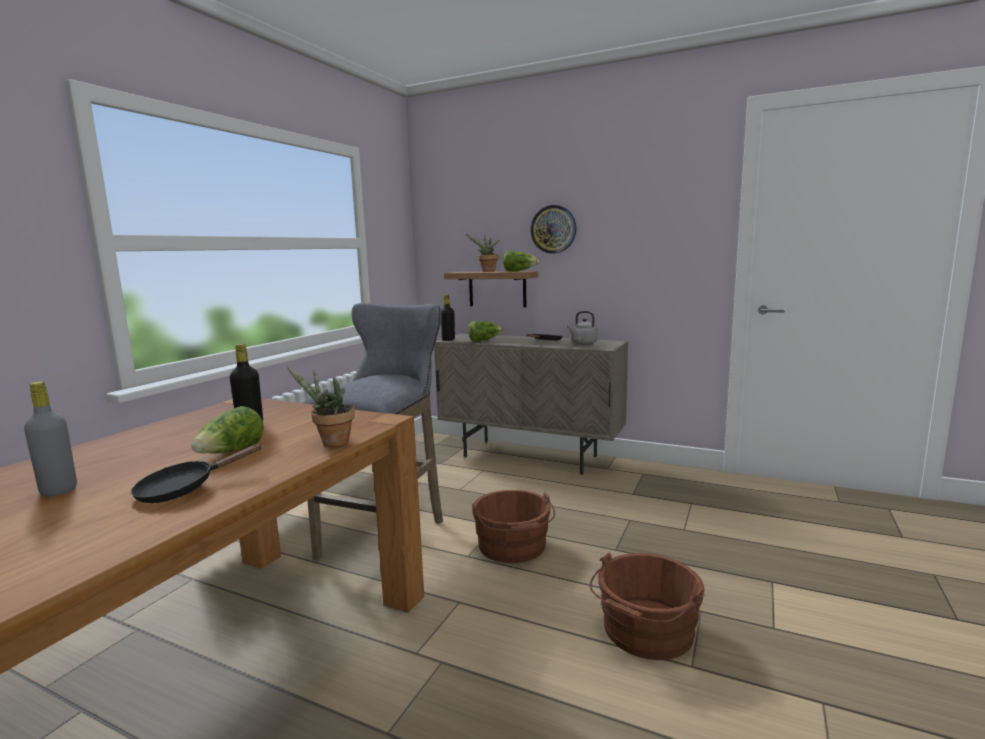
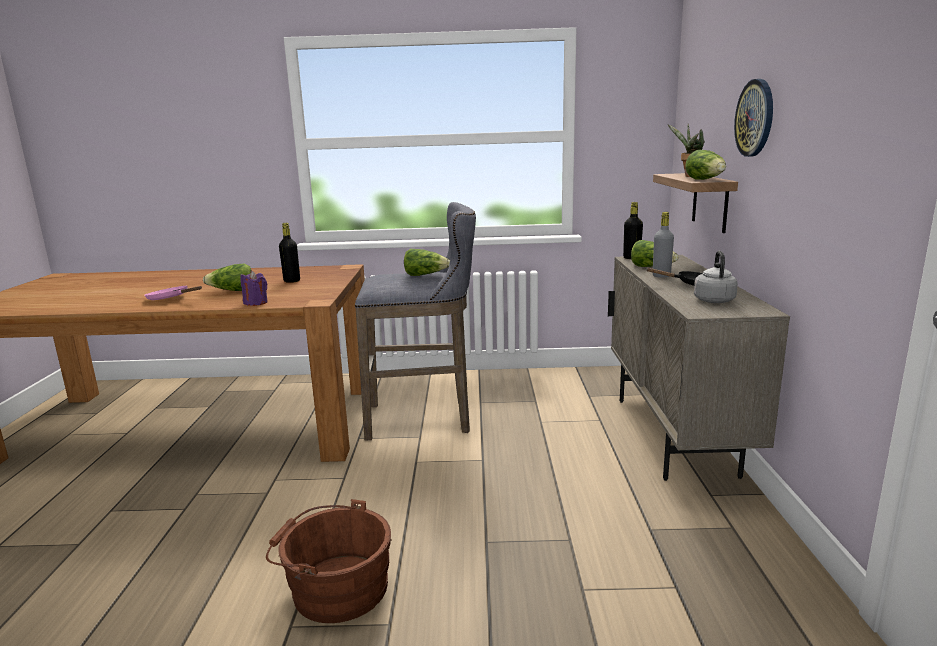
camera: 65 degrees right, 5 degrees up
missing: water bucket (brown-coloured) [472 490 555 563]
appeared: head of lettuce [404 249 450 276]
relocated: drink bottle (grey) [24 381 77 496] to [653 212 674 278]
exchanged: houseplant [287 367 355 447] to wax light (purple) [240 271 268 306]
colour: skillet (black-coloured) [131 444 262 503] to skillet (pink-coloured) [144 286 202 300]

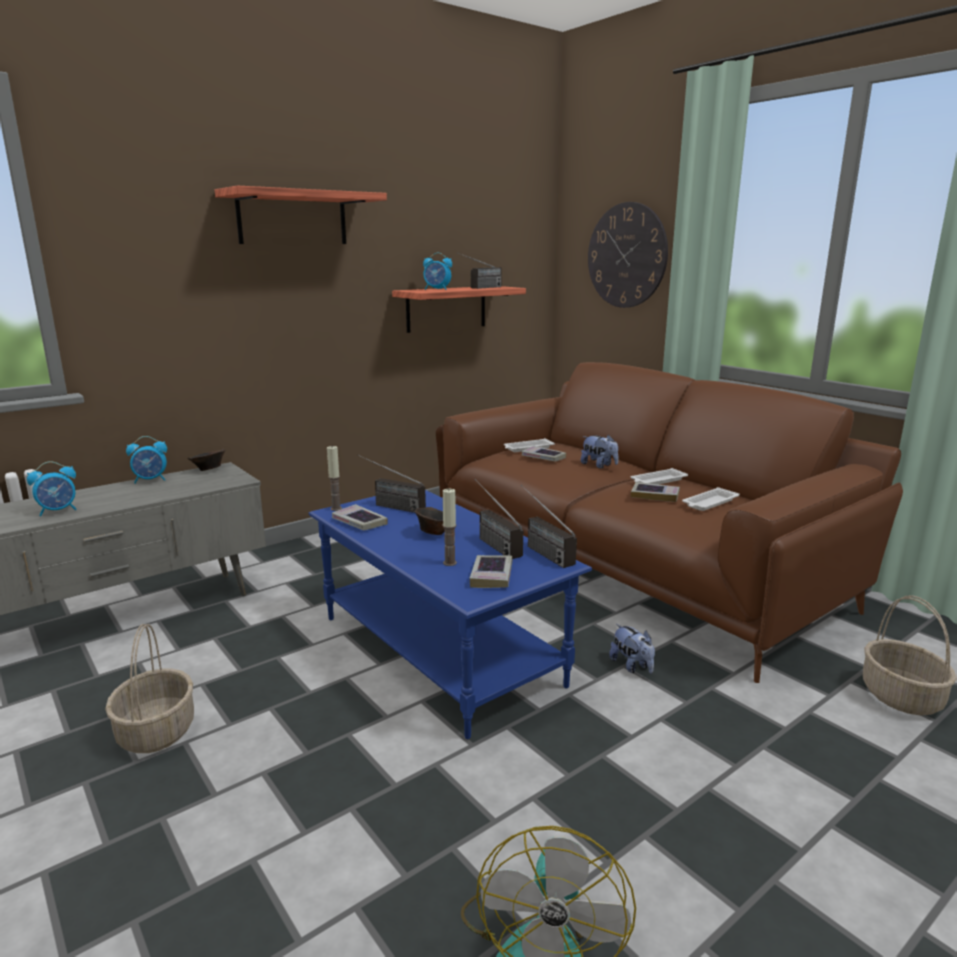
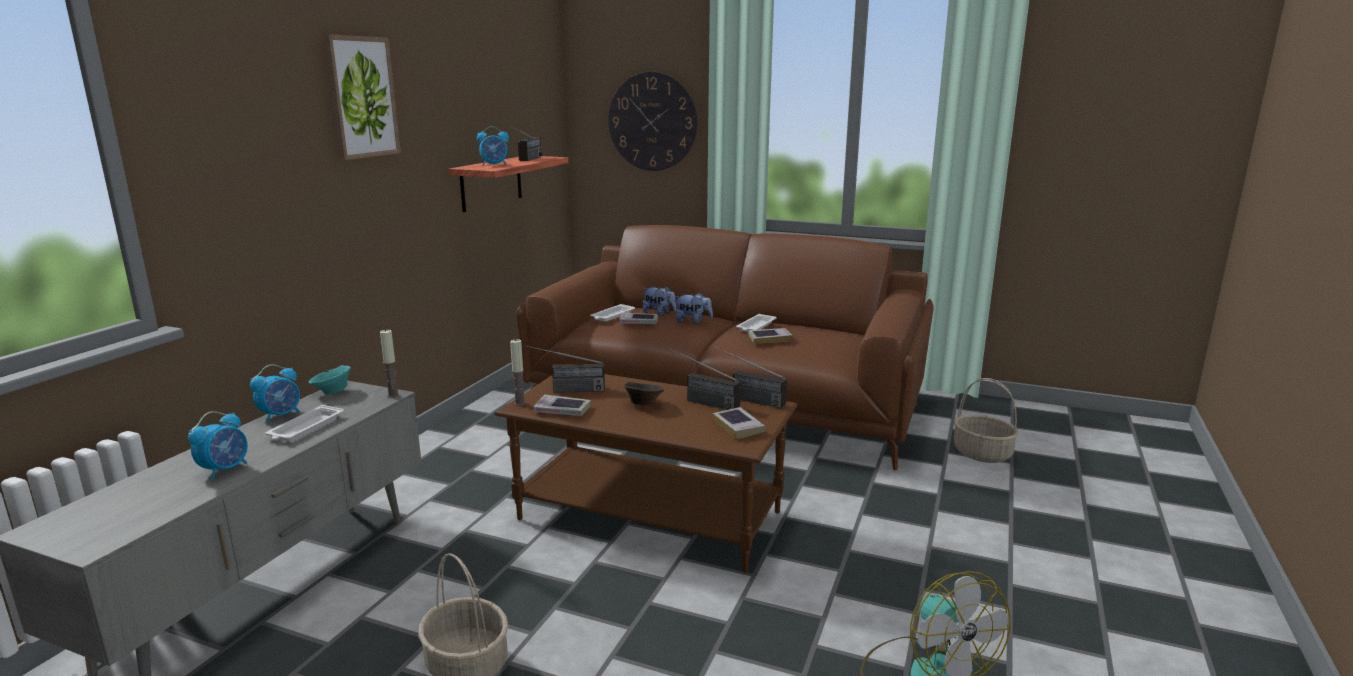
camera: 30 degrees left, 0 degrees up
relocated: wax light [442 488 457 566] to [380 329 400 398]; soft toy [609 624 655 674] to [643 286 676 316]; tray (whitish) [682 487 739 511] to [265 405 344 441]
exchanged: shelf [215 185 387 244] to picture [323 34 401 160]
colour: deep dish (brown-coloured) [187 449 225 471] to deep dish (turquoise-coloured) [309 365 351 395]; low table (bluish) [309 490 592 739] to low table (brown-coloured) [495 374 797 573]

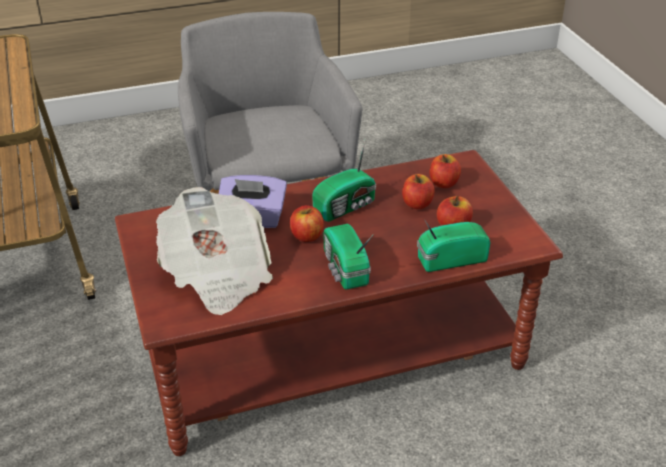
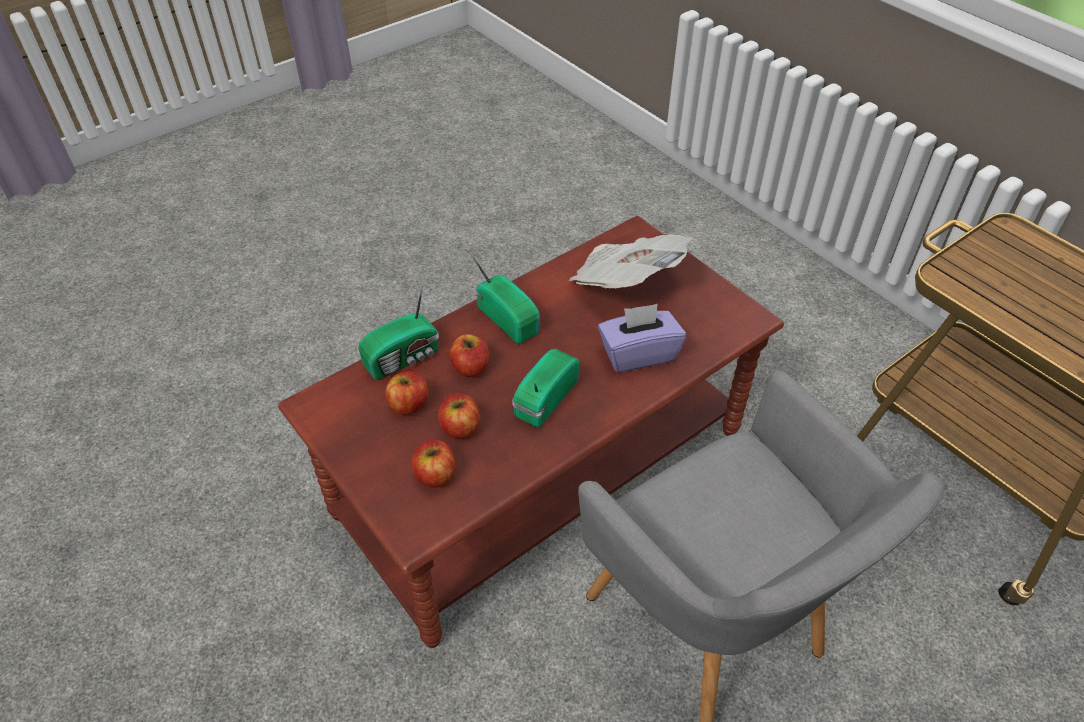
camera: 160 degrees right, 10 degrees up
relocated: apple fruit [290 205 324 242] to [450 334 489 377]

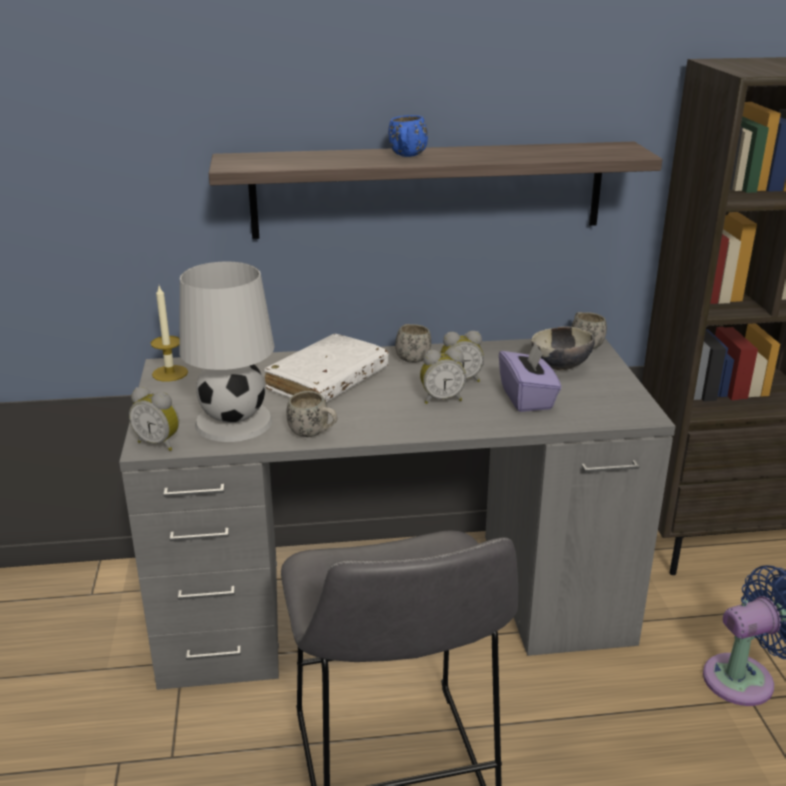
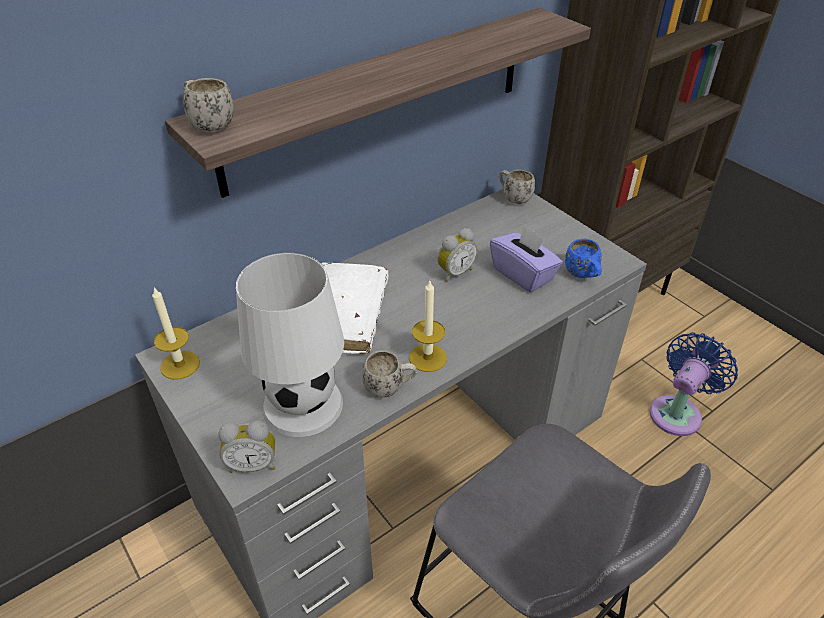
camera: 30 degrees left, 15 degrees up
missing: bedside clock [420 348 466 404]; deep dish [531 326 595 370]
appeared: wax light [409 281 447 372]
relocated: tea mug (bluish) [388 115 428 157] to [565 239 602 278]; tea mug (whitish) [395 324 431 363] to [183 78 234 132]

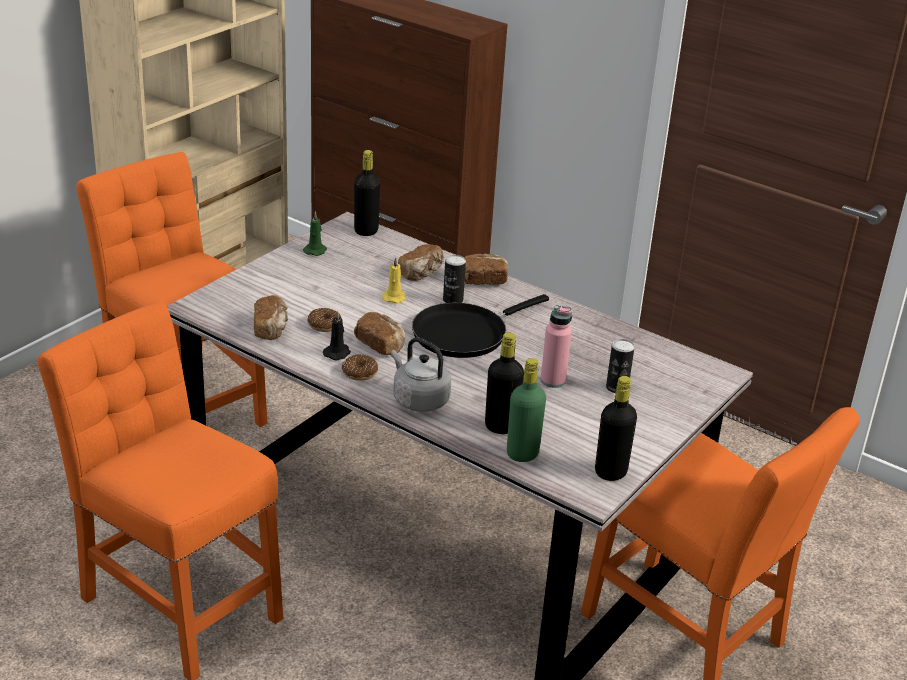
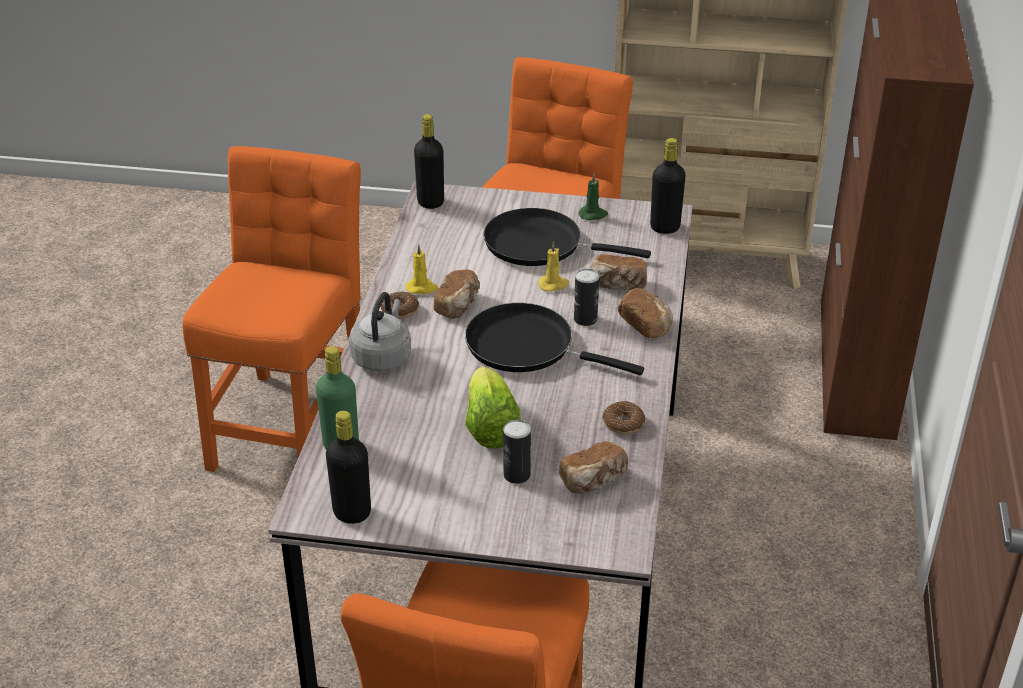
camera: 65 degrees right, 5 degrees up
appeared: skillet (black-coloured) [483 208 651 266]
relocated: baked bread [254 295 288 340] to [559 441 628 494]; doughnut [307 308 341 332] to [602 401 646 434]; drink bottle (black-coloured) [485 333 524 434] to [414 114 444 209]
exchanged: drink bottle (pink-coloured) [540 305 572 388] to head of lettuce [465 367 520 449]
colour: wax light (black-coloured) [323 311 351 360] to wax light (yellow-coloured) [406 245 438 294]

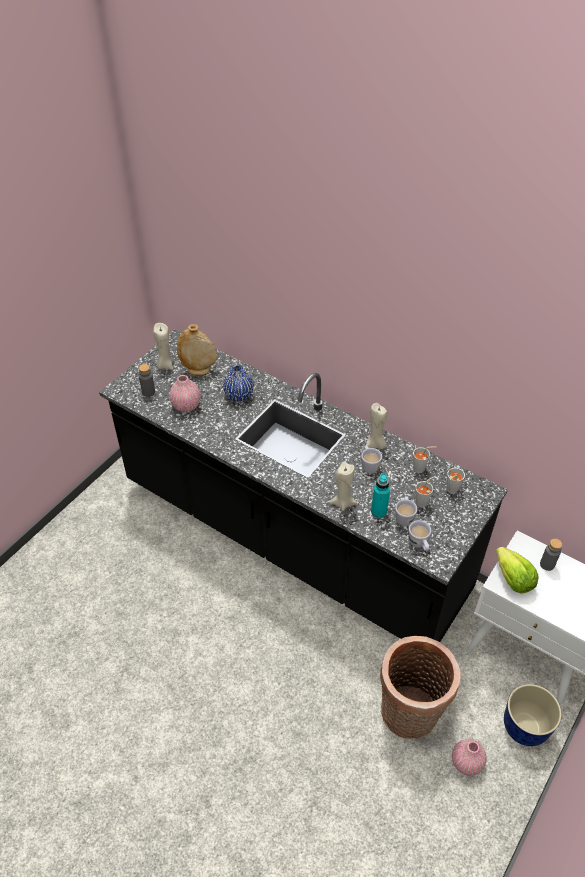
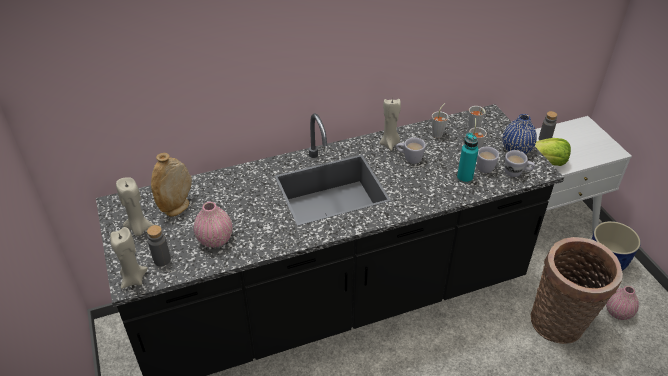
camera: 55 degrees left, 5 degrees down
relocated: vase (bluish) [223 365 254 402] to [503 114 537 154]; wax light (beige-coloured) [329 462 358 511] to [110 227 148 289]

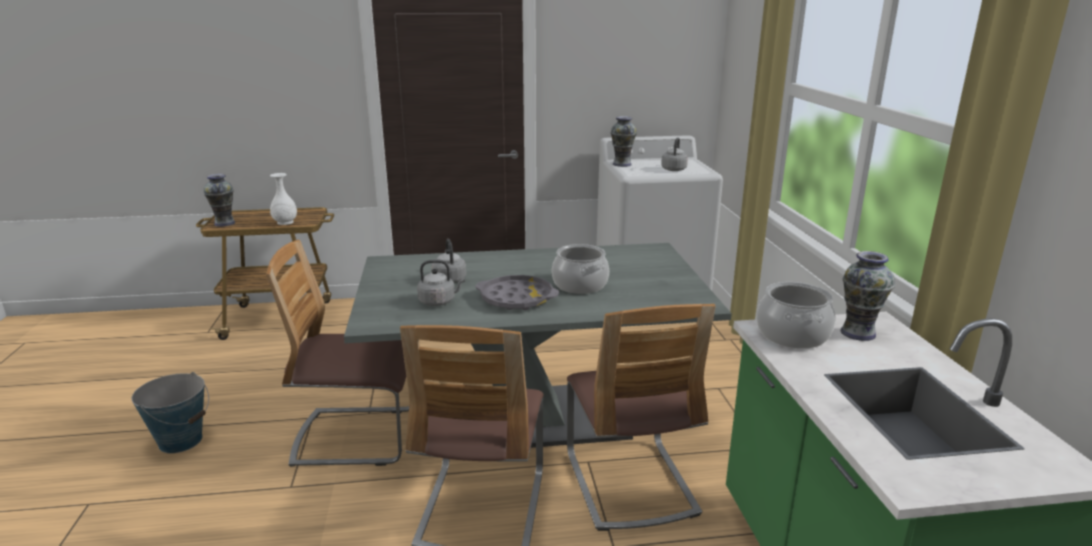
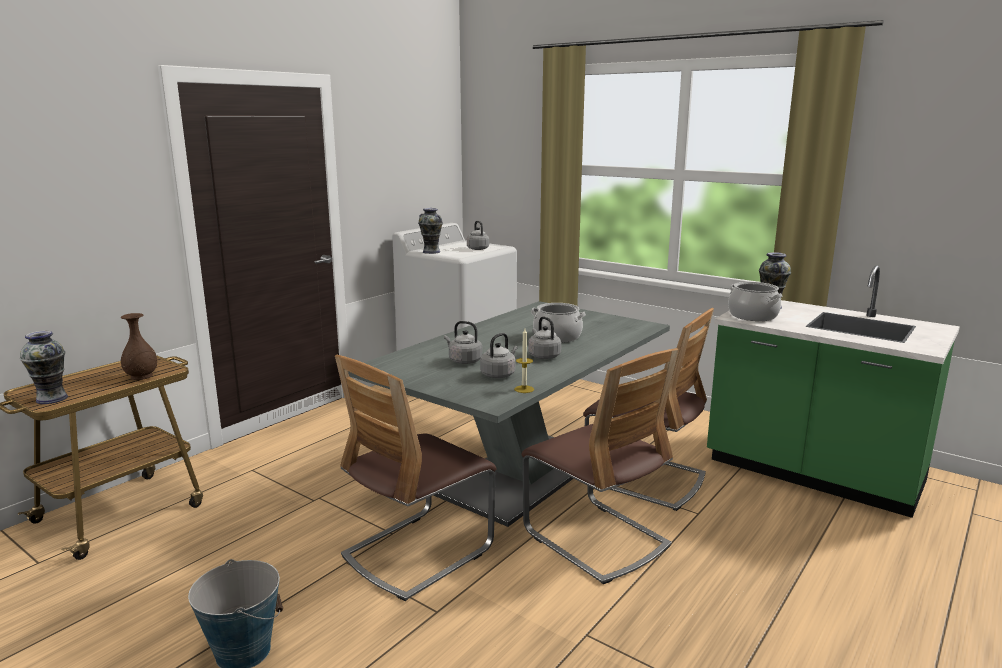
camera: 45 degrees left, 5 degrees down
appeared: wax light [514 329 534 393]
exchanged: tray (grey) [476 275 559 310] to tea kettle (grey) [528 316 561 359]
colour: vase (whitish) [270 173 297 225] to vase (brown-coloured) [121 313 157 380]

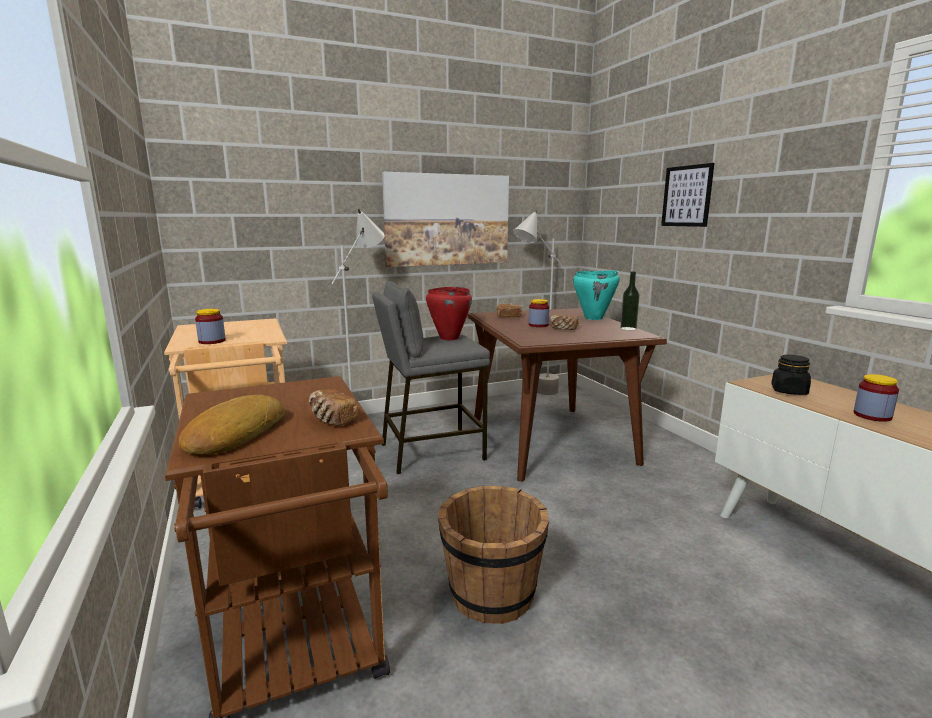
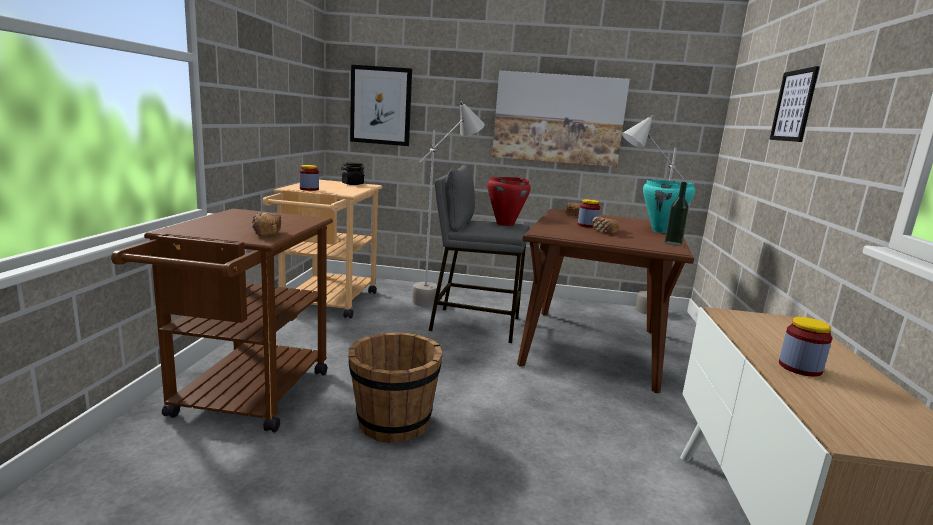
camera: 30 degrees right, 0 degrees up
missing: baked bread [179 395 285 454]
appeared: picture [350 65 412 146]
relocated: storage jar (black-coloured) [771 355 811 395] to [341 162 364 185]

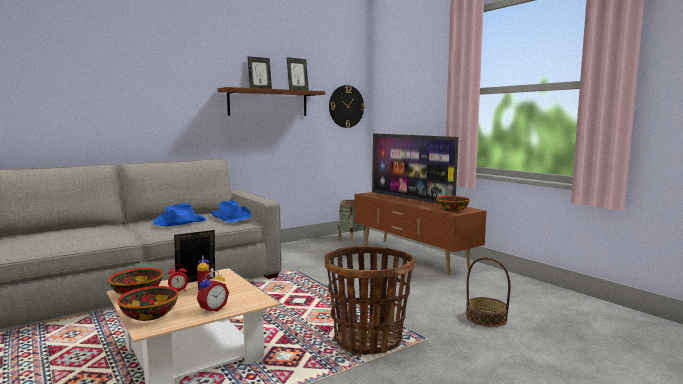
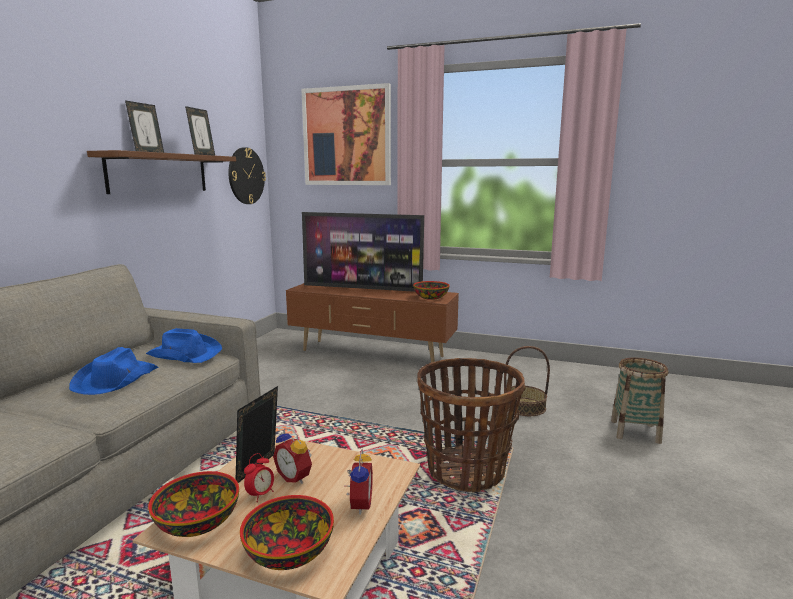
camera: 35 degrees left, 5 degrees up
appeared: picture [301 83 391 185]
relocated: household basket [338 200 366 242] to [611 358 668 444]

